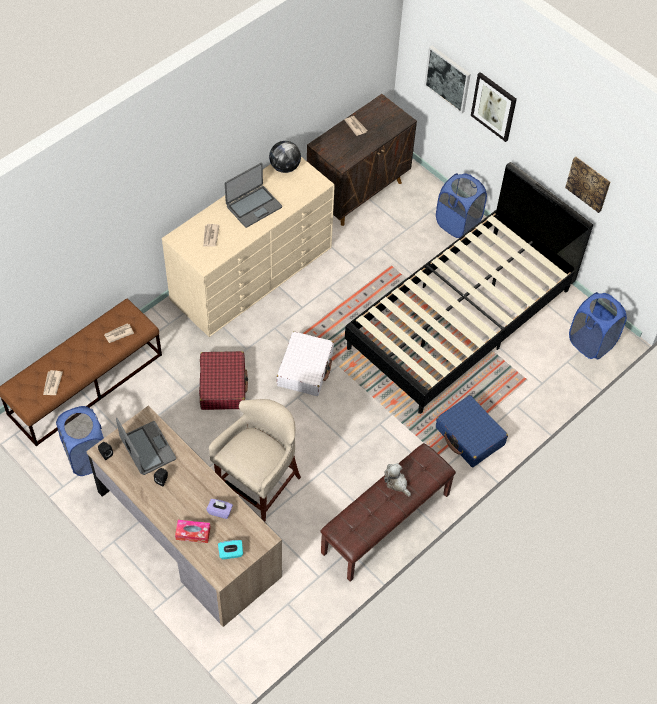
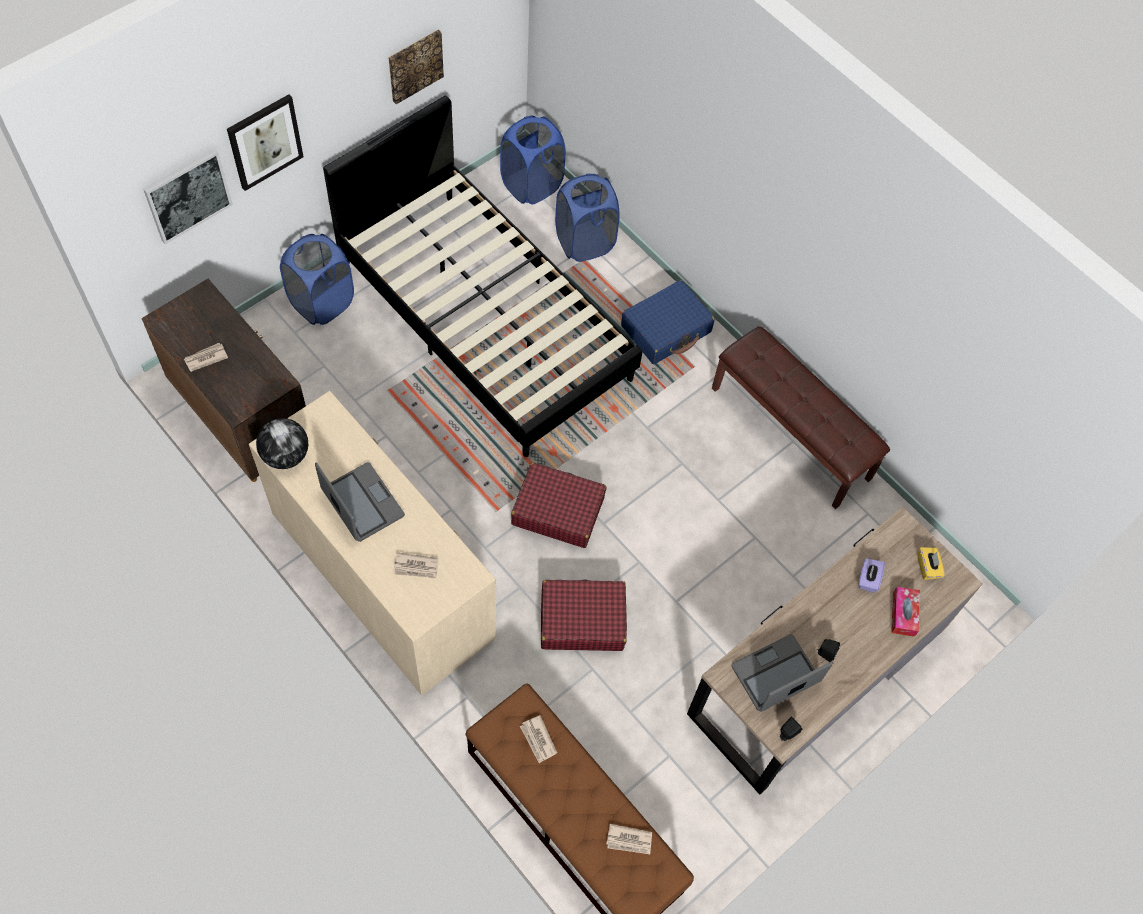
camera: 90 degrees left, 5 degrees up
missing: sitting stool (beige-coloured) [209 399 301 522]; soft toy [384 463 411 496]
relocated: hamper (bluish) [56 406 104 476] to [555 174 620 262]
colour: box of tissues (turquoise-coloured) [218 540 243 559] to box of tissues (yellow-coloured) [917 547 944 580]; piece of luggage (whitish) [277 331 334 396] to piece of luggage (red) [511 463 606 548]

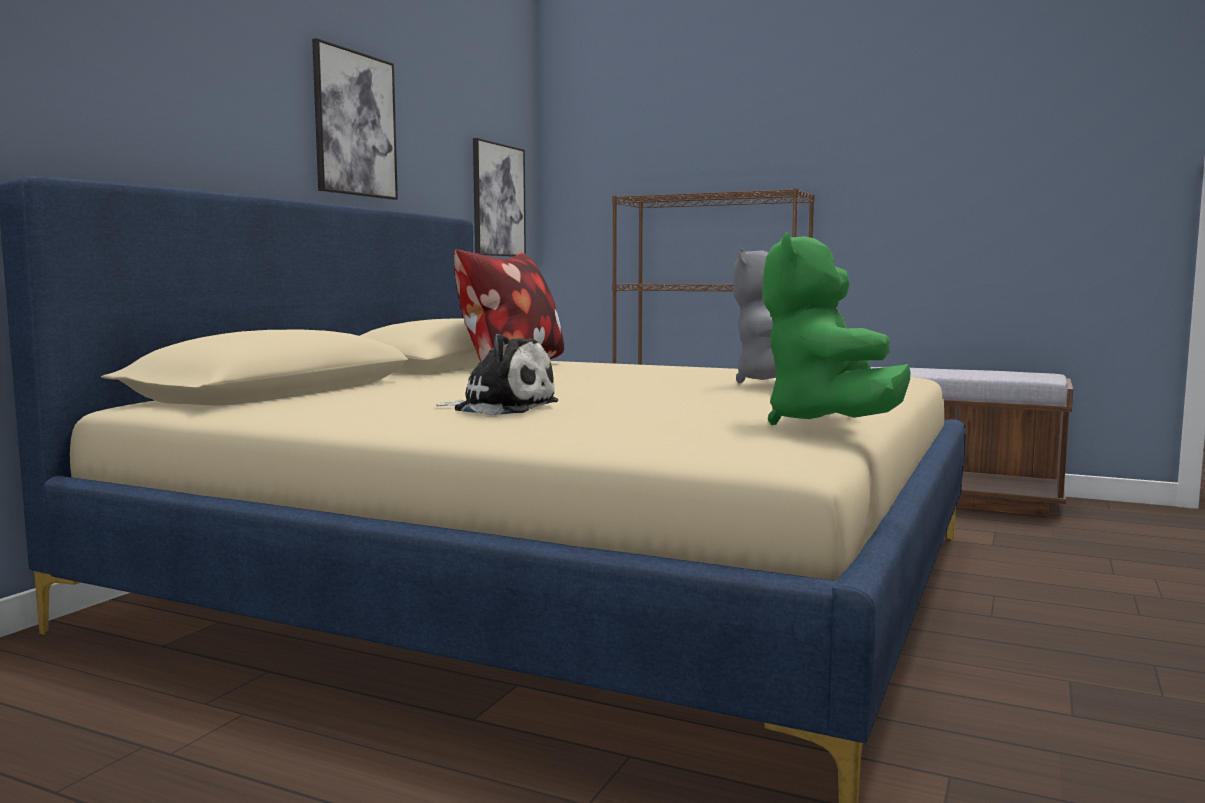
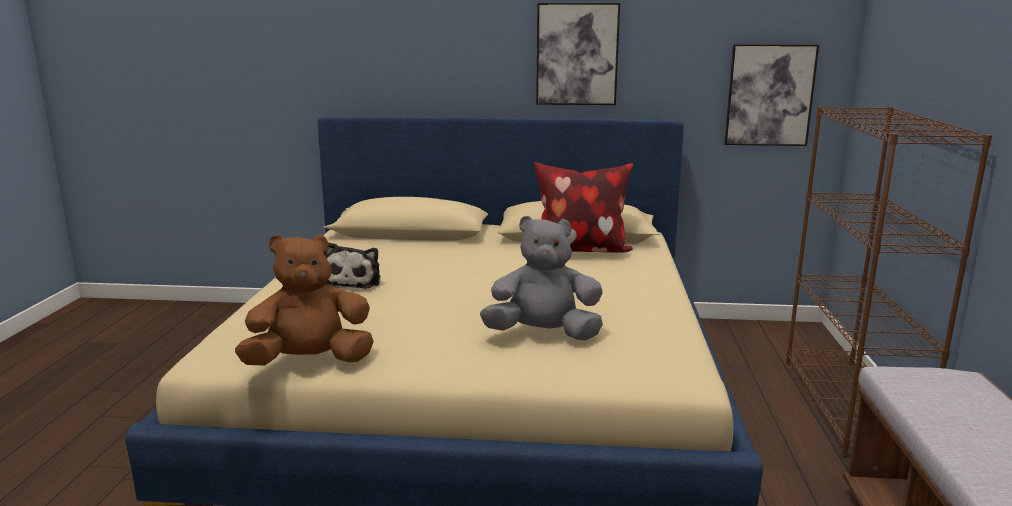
camera: 70 degrees right, 10 degrees up
colour: soft toy (green-coloured) [763 232 910 425] to soft toy (brown-coloured) [235 234 374 366]

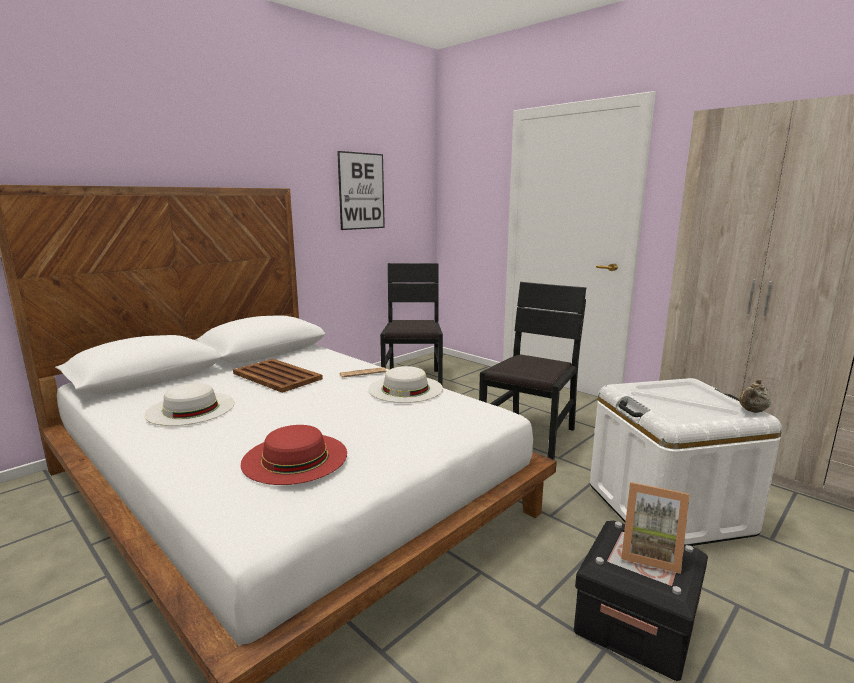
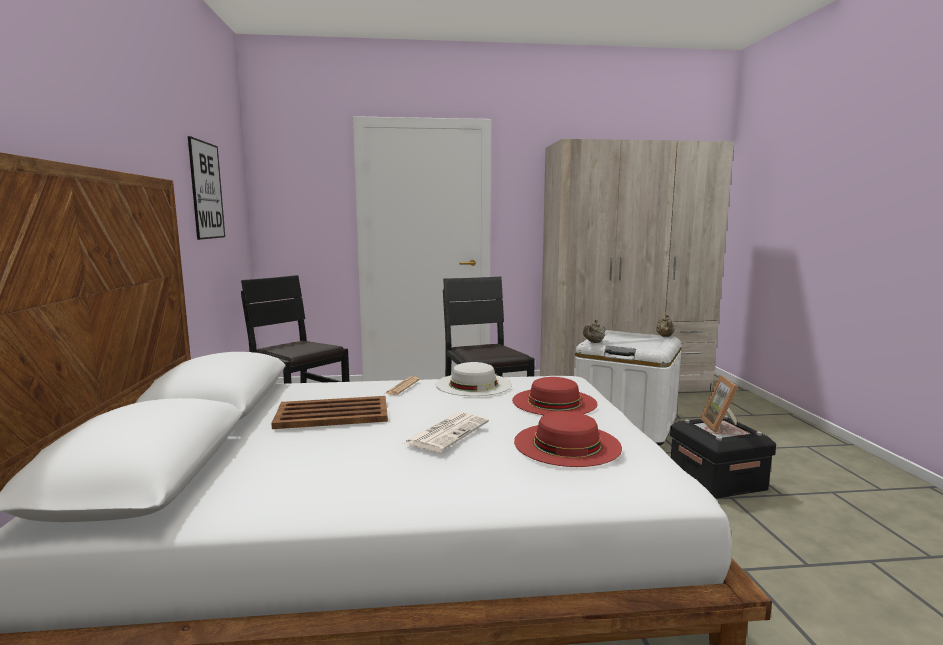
camera: 50 degrees left, 5 degrees down
missing: wearable hat (whitish) [144 383 235 426]
appeared: printed paper [404 412 489 452]; wearable hat (red) [512 377 598 415]; teapot (beige-coloured) [583 320 606 343]
spun: photo frame [621 482 690 574] = [700 375 738 433] 120 degrees clockwise

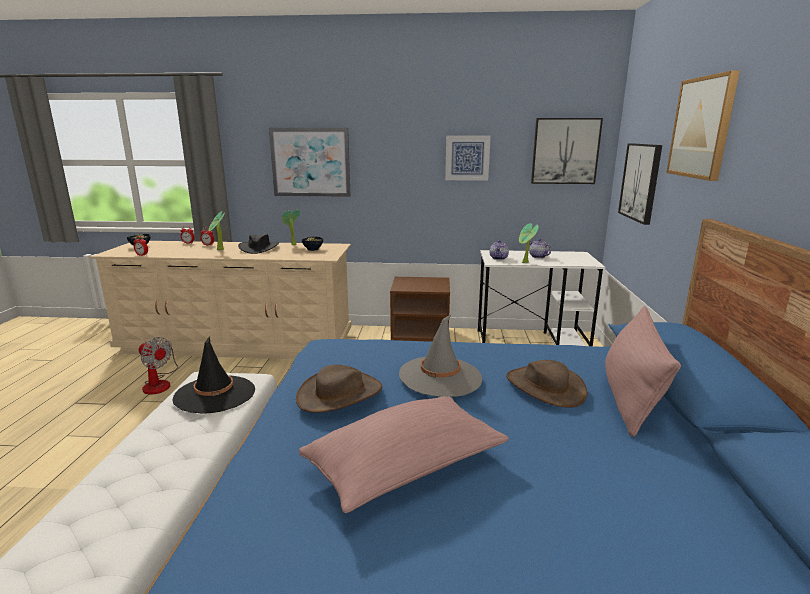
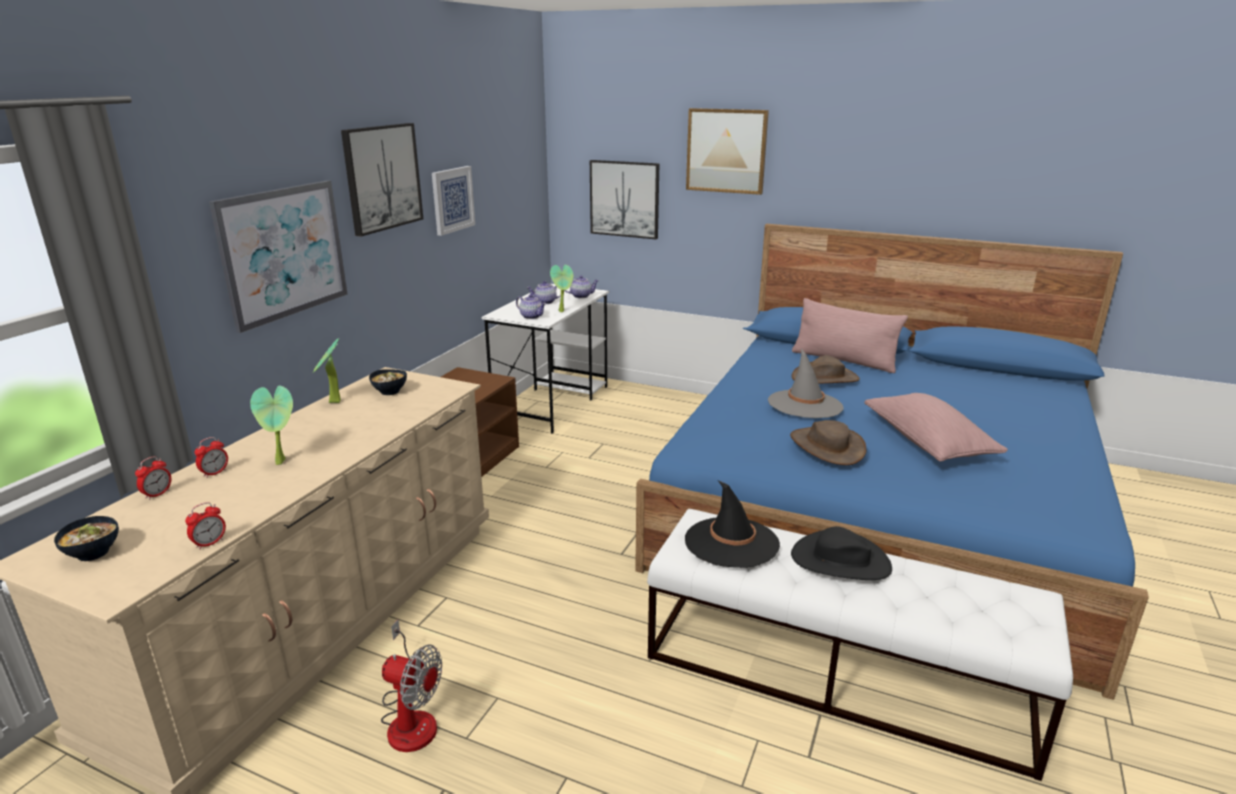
camera: 70 degrees left, 5 degrees up
appeared: teapot [564 276 599 298]
relocated: wearable hat (black-coloured) [238 234 279 254] to [791 526 892 580]; picture [531 118 603 184] to [341 123 423 237]
spun: fan [139 337 178 394] = [381 620 442 752] 60 degrees clockwise

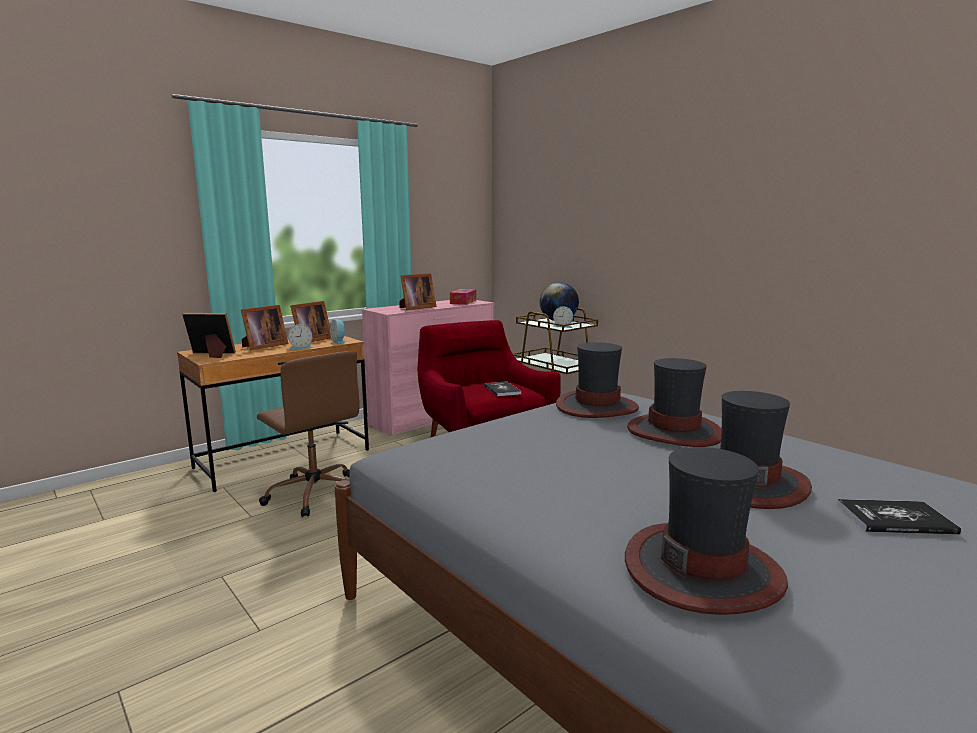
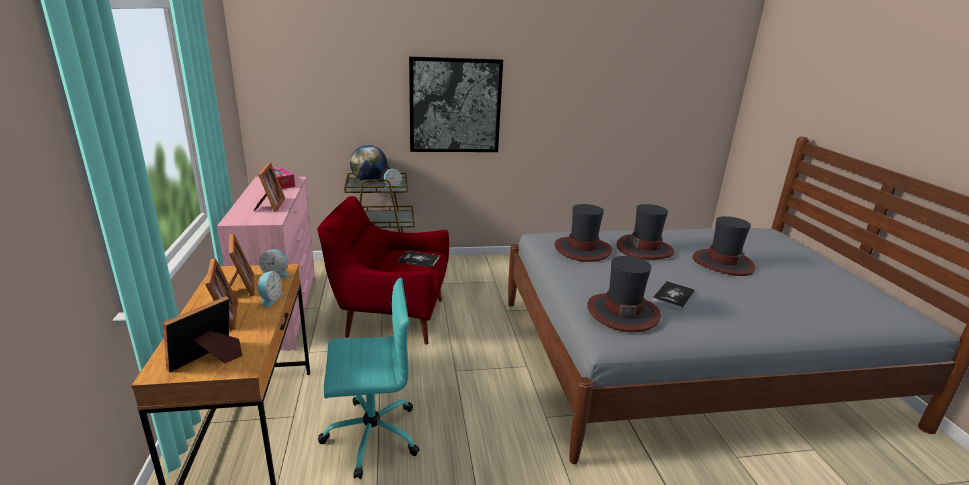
camera: 60 degrees left, 10 degrees up
appeared: picture [409 56 503 152]
relocated: wearable hat [625 447 788 615] to [587 256 661 332]; book [837 499 961 535] to [652 281 695 310]
colour: computer chair (brown-coloured) [257 351 359 517] to computer chair (turquoise-coloured) [318 278 420 479]

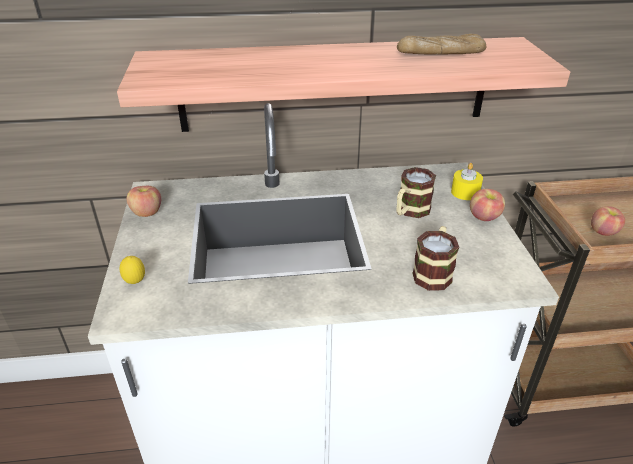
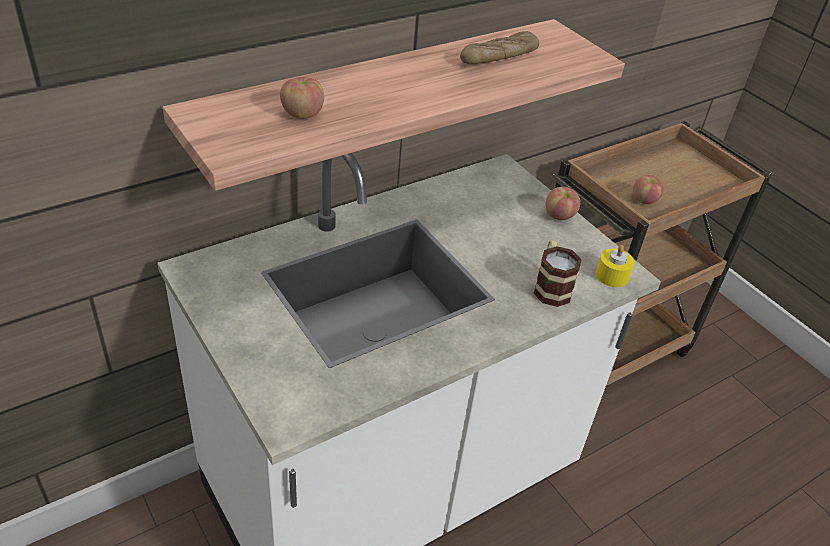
camera: 30 degrees left, 5 degrees up
missing: citrus fruit [120 256 145 284]; tea mug [396 167 436 218]
relocated: apple fruit [127 186 161 217] to [280 77 324 119]; wax light (yellow-coloured) [451 163 483 200] to [596 245 635 287]

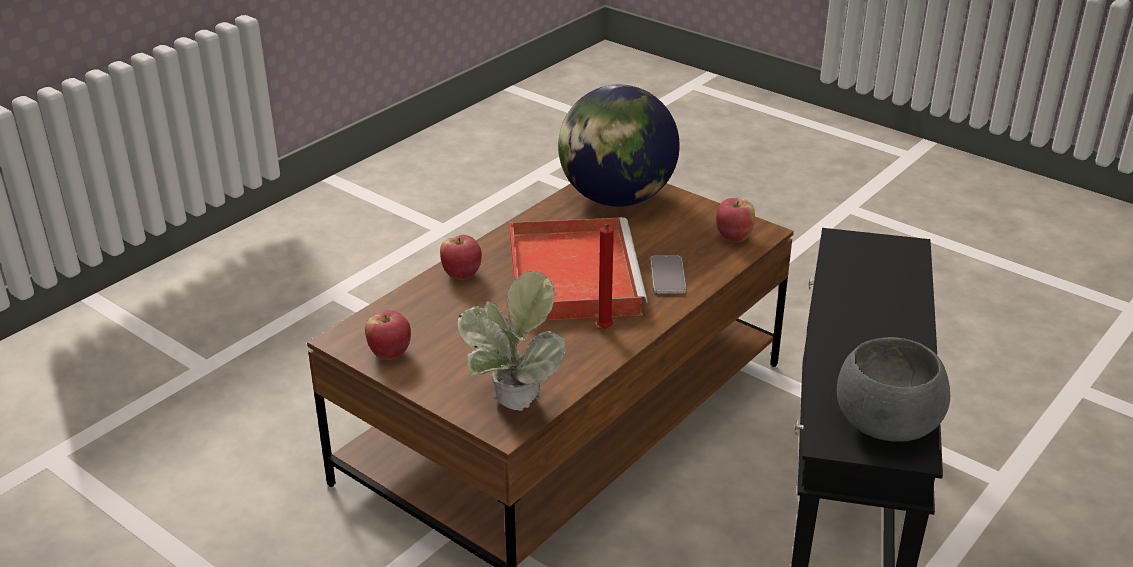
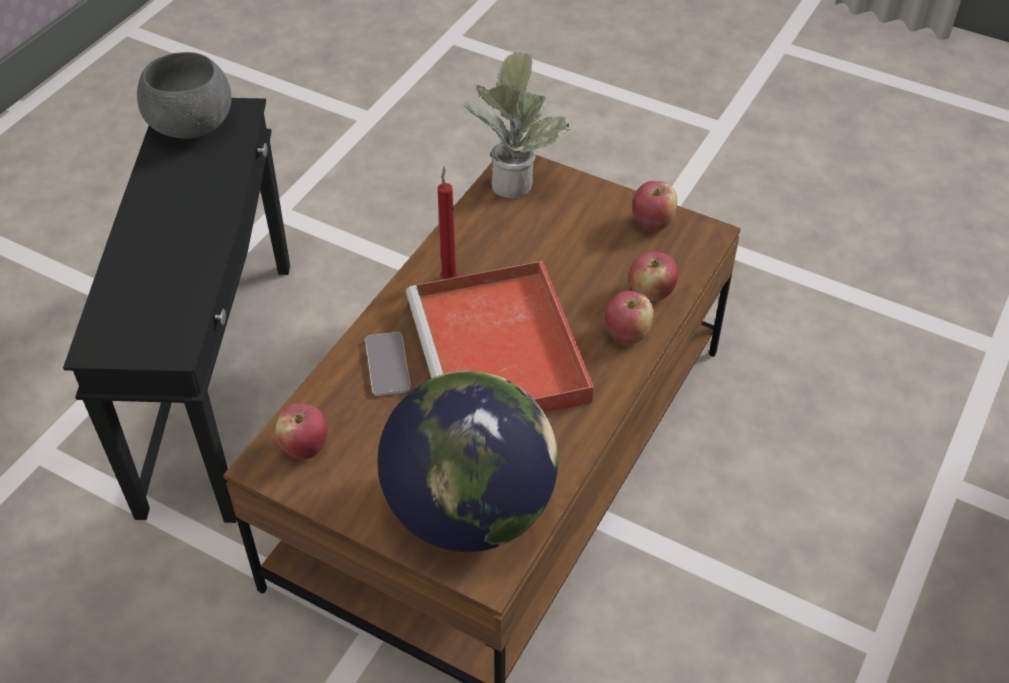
camera: 170 degrees right, 15 degrees up
appeared: apple fruit [629 251 678 302]

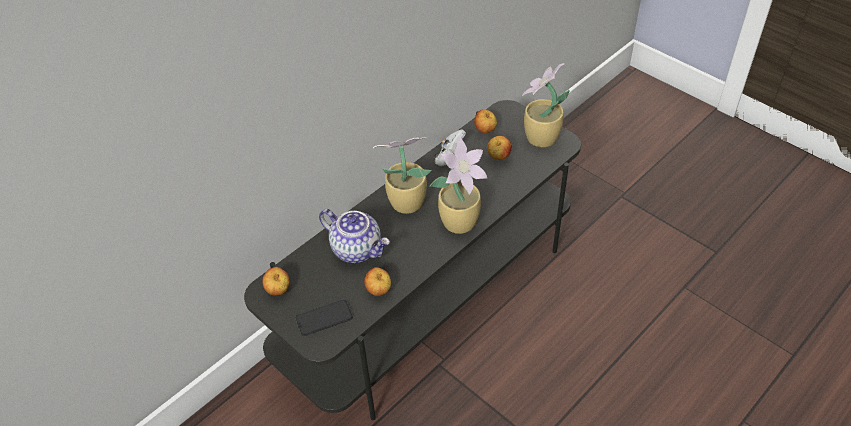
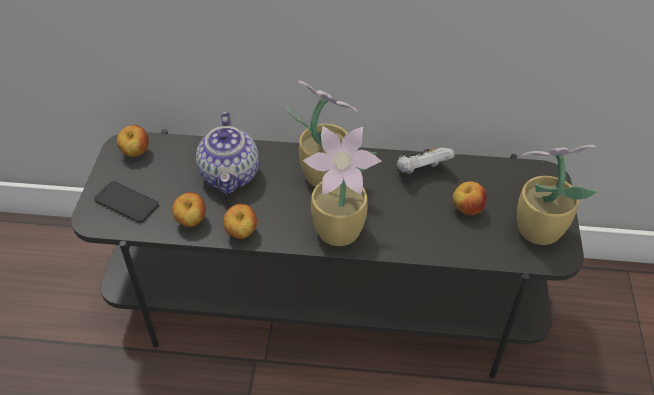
camera: 50 degrees right, 0 degrees up
relocated: apple fruit [474 109 497 133] to [223 204 257 239]

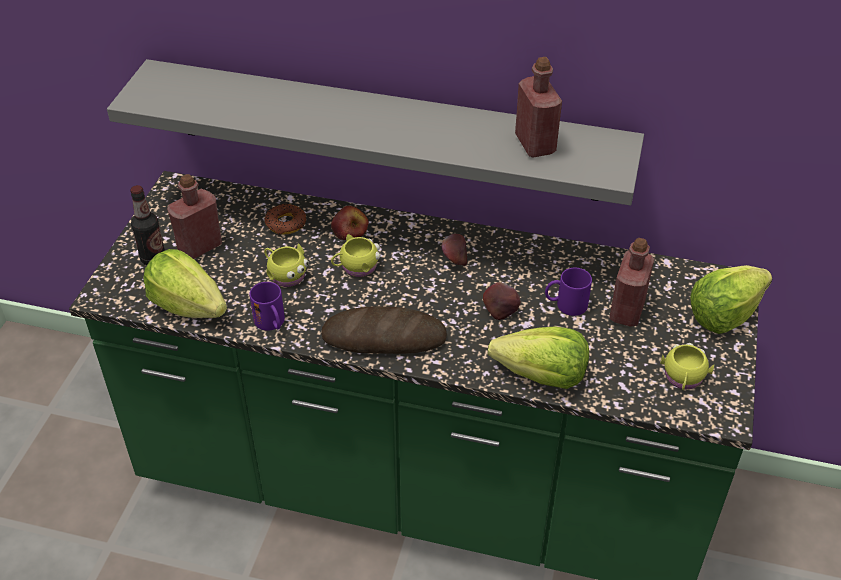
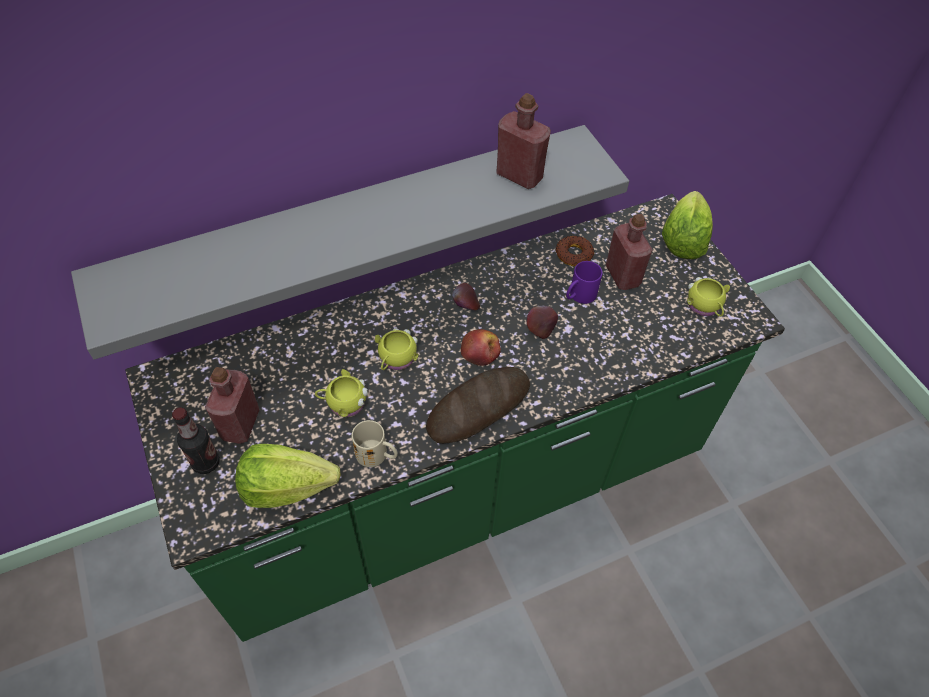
camera: 40 degrees left, 10 degrees up
missing: head of lettuce [488 326 589 389]
relocated: doughnut [265 204 306 235] to [556 236 594 266]; apple fruit [331 206 369 240] to [461 329 501 366]
colour: tea mug (purple) [249 282 285 331] to tea mug (beige-coloured) [352 420 398 467]

